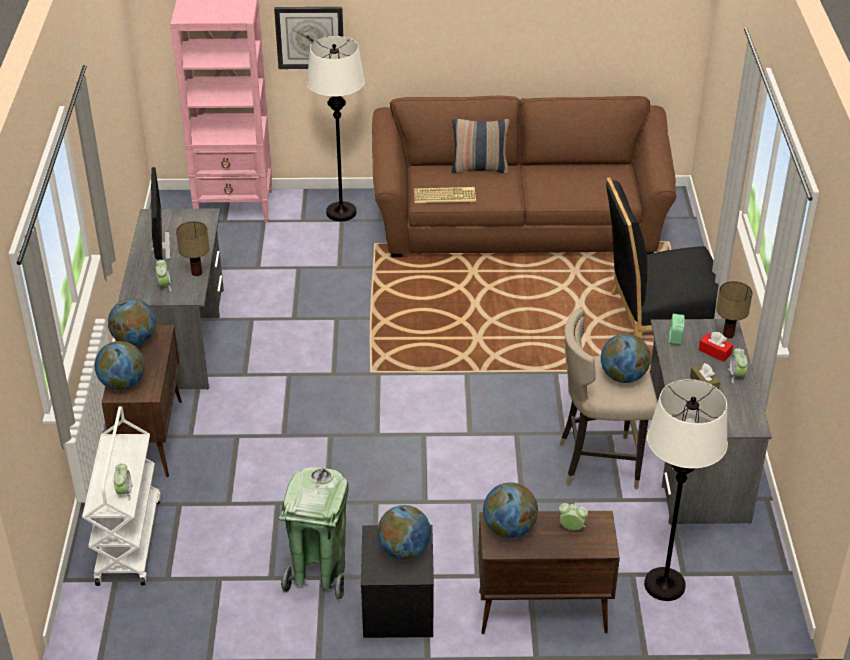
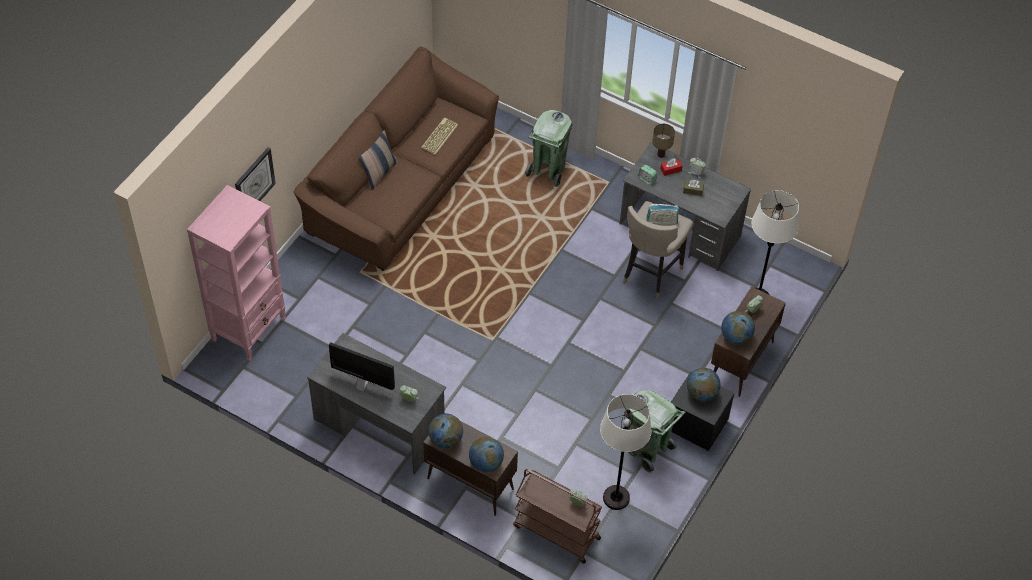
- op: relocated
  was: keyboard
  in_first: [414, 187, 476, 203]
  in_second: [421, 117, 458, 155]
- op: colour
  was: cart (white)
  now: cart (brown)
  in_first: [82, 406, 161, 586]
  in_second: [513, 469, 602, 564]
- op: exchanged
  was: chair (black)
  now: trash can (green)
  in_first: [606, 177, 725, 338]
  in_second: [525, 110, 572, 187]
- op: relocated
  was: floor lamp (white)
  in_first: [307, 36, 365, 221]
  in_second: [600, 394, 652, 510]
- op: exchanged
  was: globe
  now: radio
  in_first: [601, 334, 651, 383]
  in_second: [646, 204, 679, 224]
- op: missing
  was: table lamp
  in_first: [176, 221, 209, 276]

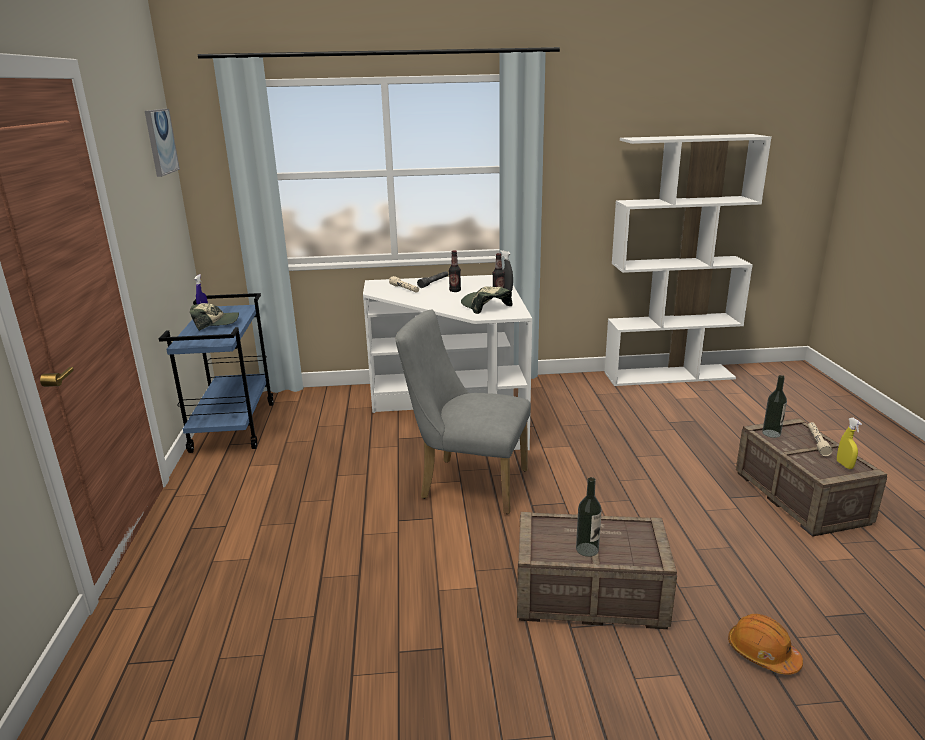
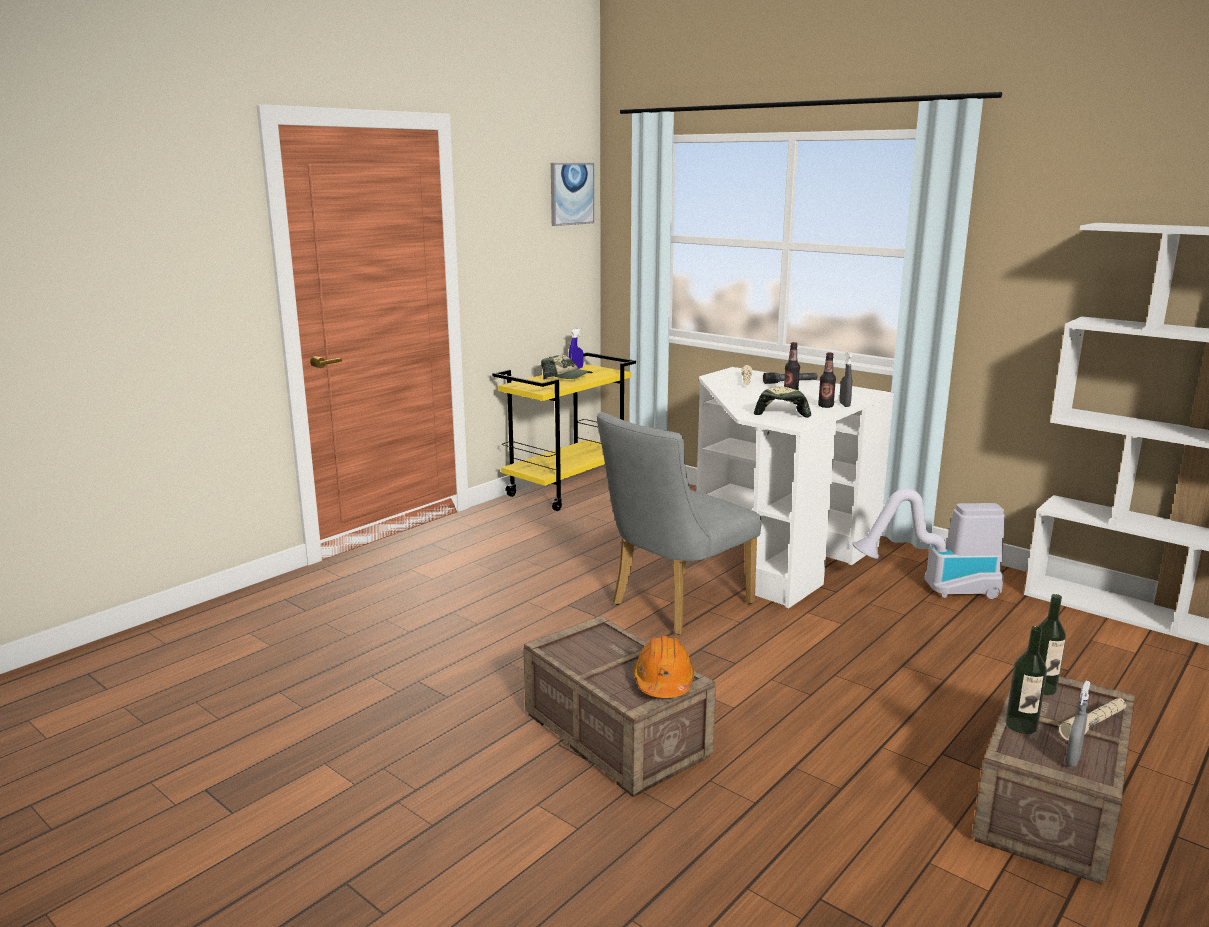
- op: colour
  was: cart (blue)
  now: cart (yellow)
  in_first: [159, 293, 274, 453]
  in_second: [492, 352, 636, 511]
- op: spun
  was: chair (grey)
  in_first: [396, 310, 531, 514]
  in_second: [597, 412, 762, 635]
  clockwise: -105
- op: relocated
  was: hard hat (orange)
  in_first: [728, 614, 803, 675]
  in_second: [634, 635, 695, 698]
- op: appeared
  now: vacuum cleaner
  in_second: [852, 488, 1005, 599]
- op: relocated
  was: bottle
  in_first: [576, 477, 602, 557]
  in_second: [1006, 626, 1047, 734]
- op: colour
  was: spray bottle (yellow)
  now: spray bottle (grey)
  in_first: [837, 418, 862, 469]
  in_second: [1065, 681, 1090, 767]

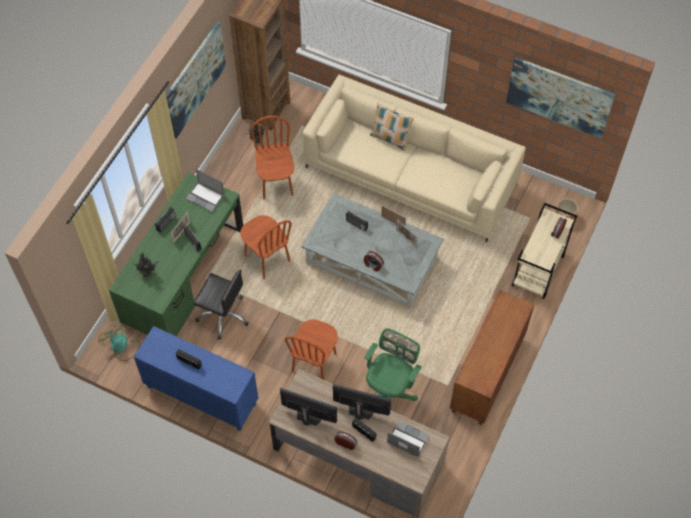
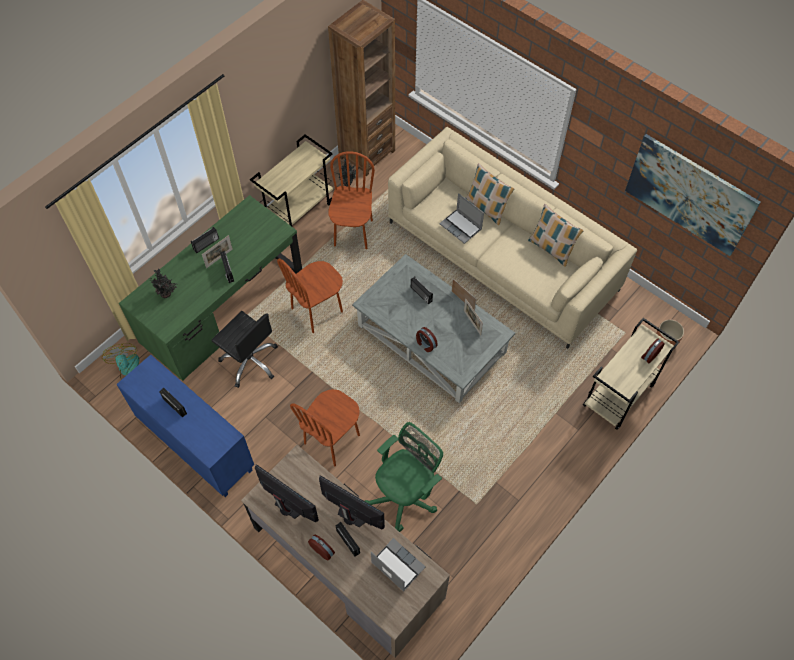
- op: appeared
  now: cart (beige)
  in_second: [250, 135, 333, 226]
- op: spun
  was: chair (brown)
  in_first: [240, 215, 292, 279]
  in_second: [277, 258, 343, 333]
  clockwise: 75
- op: relocated
  was: laptop
  in_first: [186, 169, 224, 212]
  in_second: [439, 193, 484, 244]
- op: appeared
  now: pillow
  in_second: [528, 204, 583, 267]
- op: missing
  was: picture
  in_first: [166, 21, 226, 139]
- op: missing
  was: cabinet (brown)
  in_first: [450, 290, 535, 425]

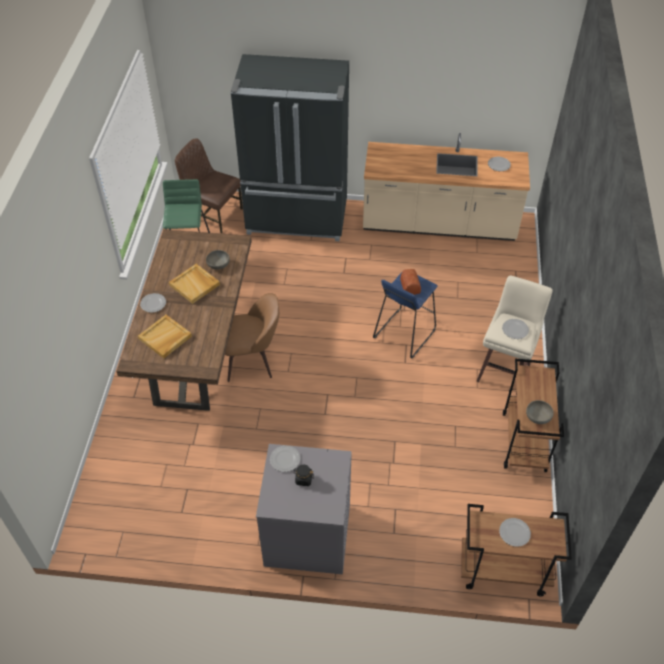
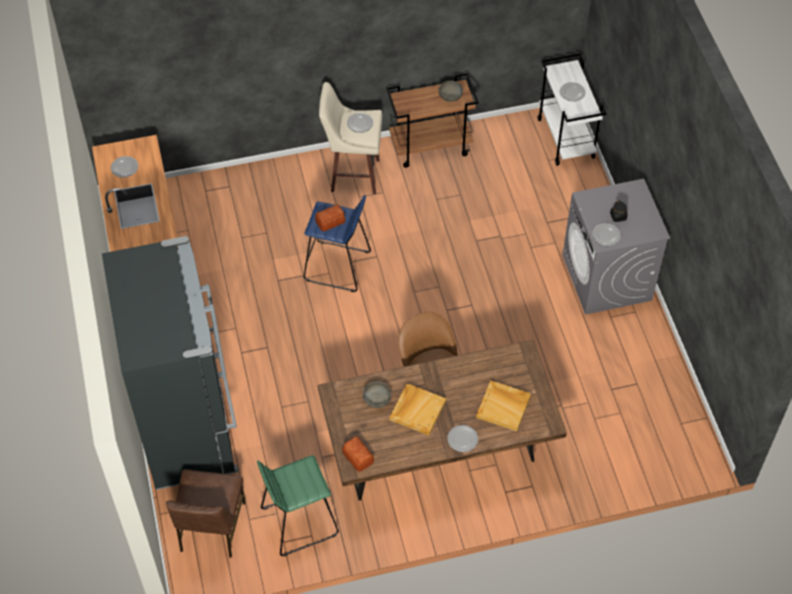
- op: appeared
  now: bread
  in_second: [342, 436, 374, 471]
- op: colour
  was: cart (brown)
  now: cart (white)
  in_first: [461, 504, 572, 596]
  in_second: [538, 53, 607, 166]

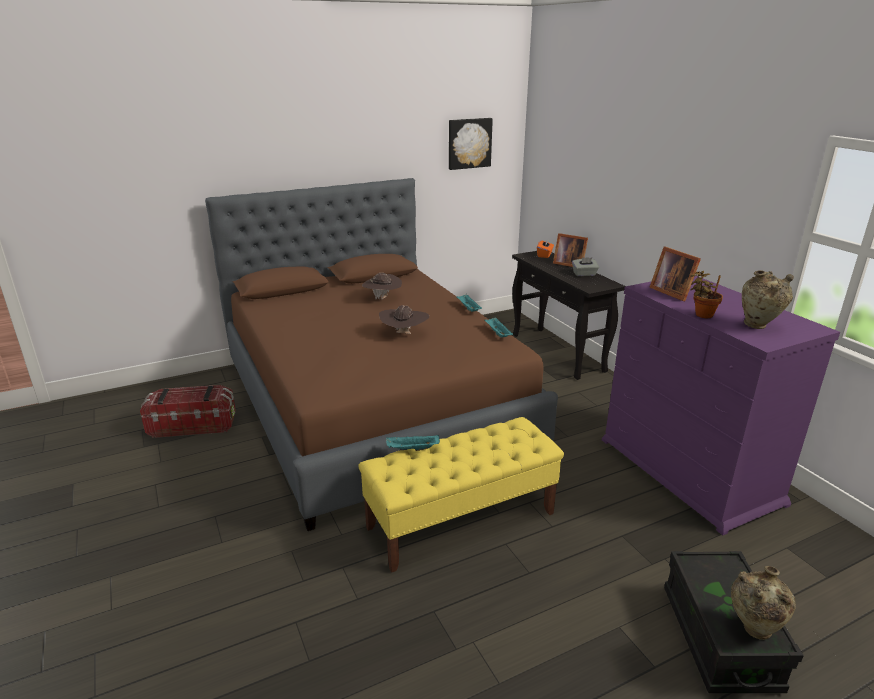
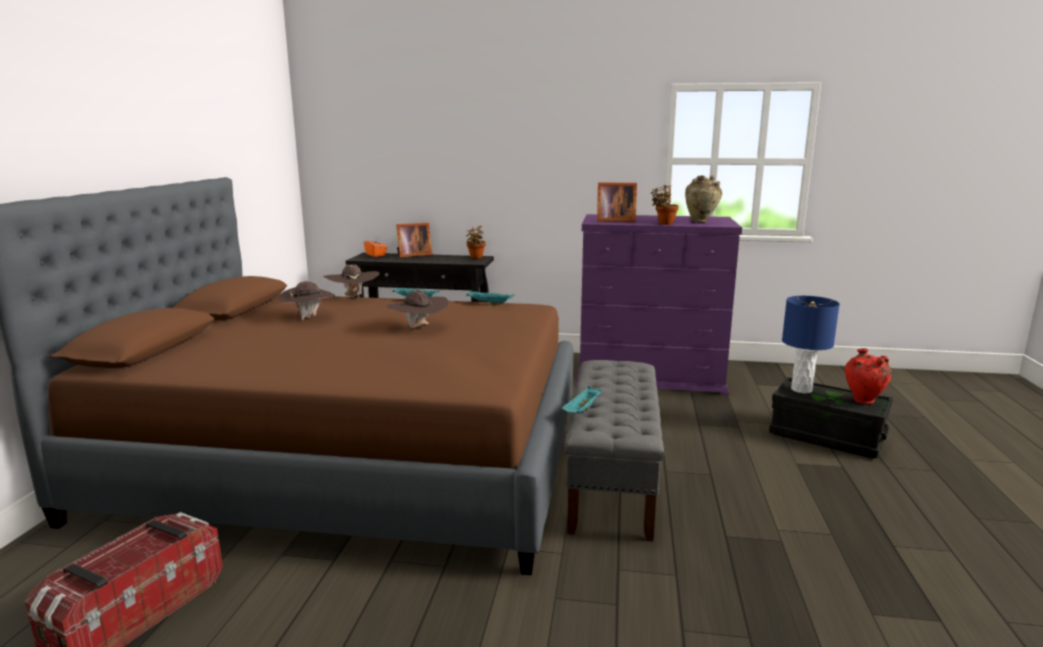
- op: appeared
  now: hat (brown)
  in_second: [323, 264, 379, 298]
- op: appeared
  now: potted plant
  in_second: [466, 226, 486, 259]
- op: colour
  was: bench (yellow)
  now: bench (grey)
  in_first: [358, 417, 564, 573]
  in_second: [565, 360, 664, 542]
- op: appeared
  now: table lamp (blue)
  in_second: [782, 296, 840, 394]
- op: colour
  was: vase (beige)
  now: vase (red)
  in_first: [731, 566, 796, 640]
  in_second: [845, 348, 892, 404]
- op: missing
  was: picture
  in_first: [449, 118, 493, 170]
- op: missing
  was: tissue box (grey)
  in_first: [572, 257, 599, 276]

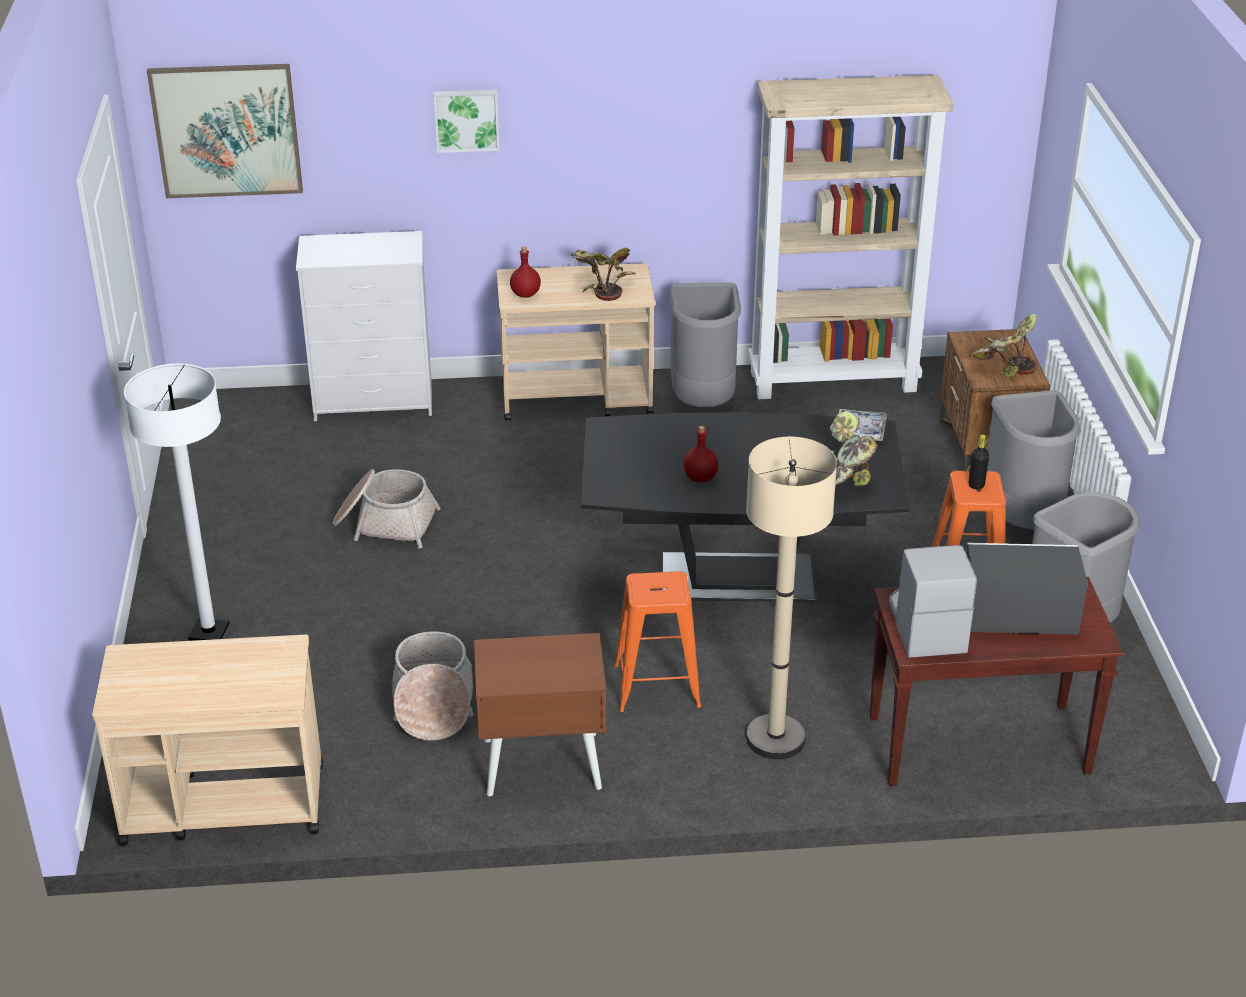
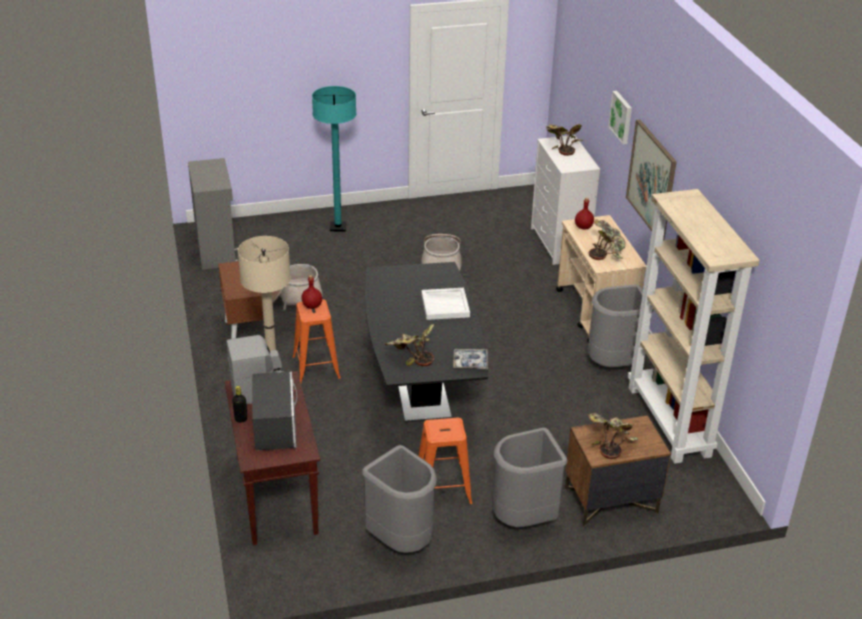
- op: exchanged
  was: cart (beige)
  now: cabinet (grey)
  in_first: [92, 635, 323, 846]
  in_second: [188, 158, 239, 270]
- op: relocated
  was: bottle (black)
  in_first: [969, 434, 989, 490]
  in_second: [232, 386, 247, 423]
- op: relocated
  was: bottle (red)
  in_first: [683, 426, 718, 482]
  in_second: [301, 275, 322, 309]
- op: colour
  was: floor lamp (white)
  now: floor lamp (turquoise)
  in_first: [124, 363, 230, 641]
  in_second: [312, 86, 356, 232]
- op: appeared
  now: tray (white)
  in_second: [421, 288, 470, 320]
- op: appeared
  now: potted plant
  in_second: [546, 124, 583, 156]
- op: relocated
  was: picture
  in_first: [147, 64, 303, 198]
  in_second: [626, 120, 677, 240]

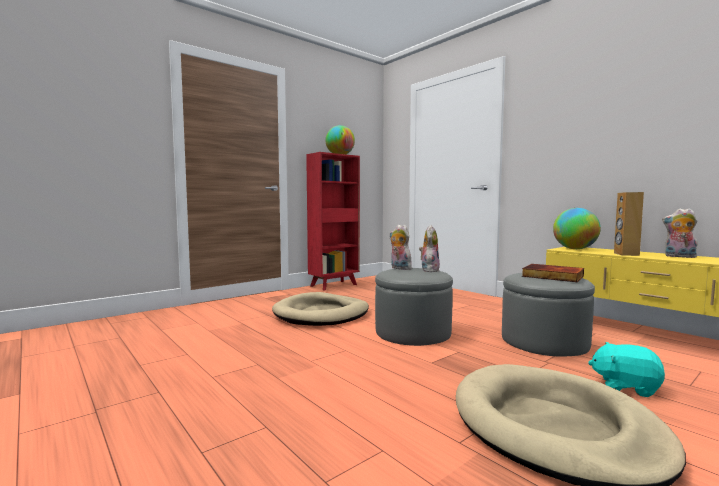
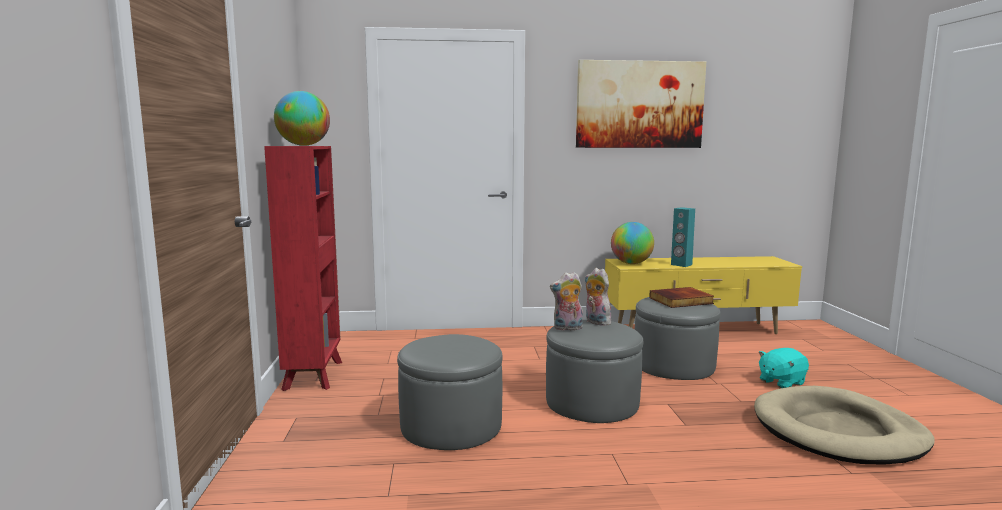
- op: exchanged
  was: dog bed (beige)
  now: ottoman (grey)
  in_first: [272, 292, 369, 326]
  in_second: [397, 334, 503, 450]
- op: appeared
  now: picture
  in_second: [576, 60, 706, 148]
- op: colour
  was: speaker (brown)
  now: speaker (turquoise)
  in_first: [614, 192, 644, 256]
  in_second: [671, 207, 695, 267]
- op: missing
  was: plush toy
  in_first: [662, 208, 698, 258]

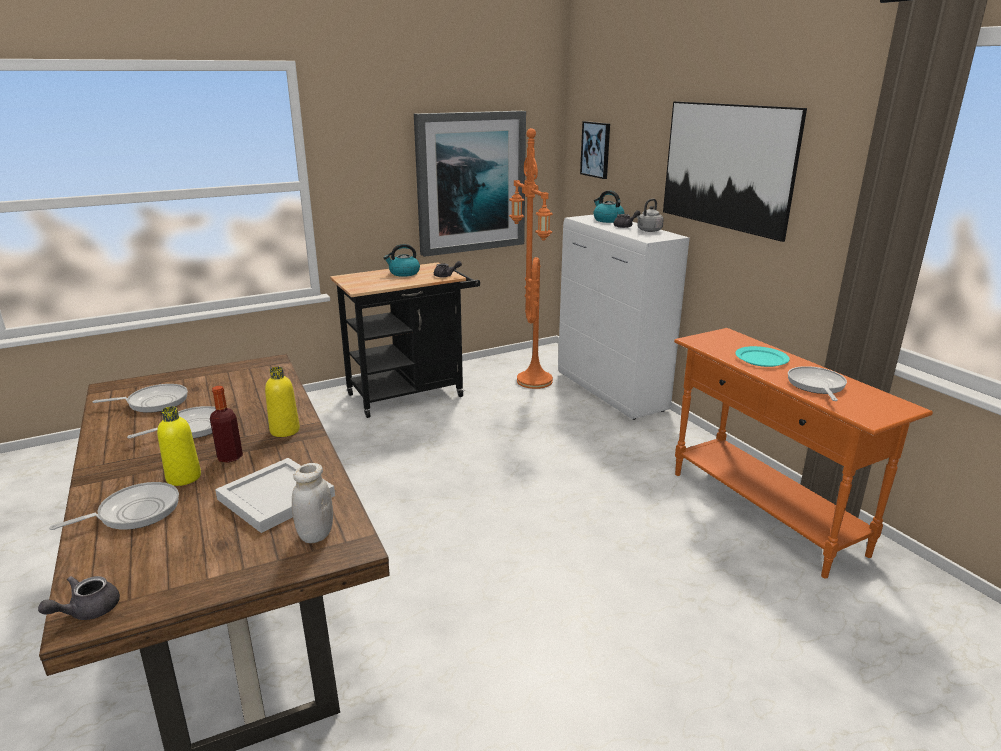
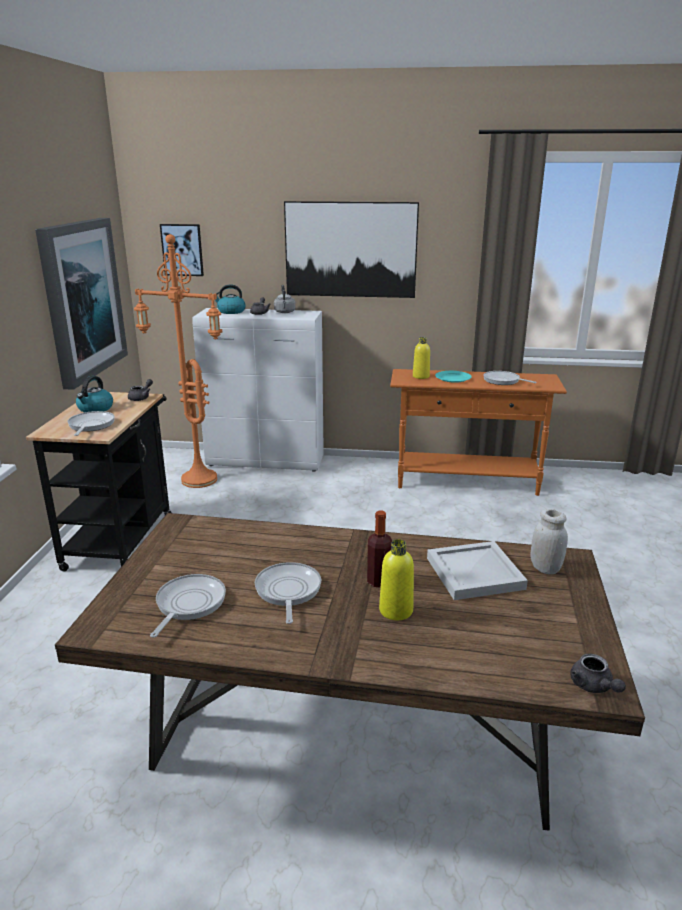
- op: relocated
  was: frying pan
  in_first: [49, 482, 179, 530]
  in_second: [67, 411, 115, 436]
- op: relocated
  was: bottle (yellow)
  in_first: [265, 367, 300, 437]
  in_second: [413, 337, 430, 379]

